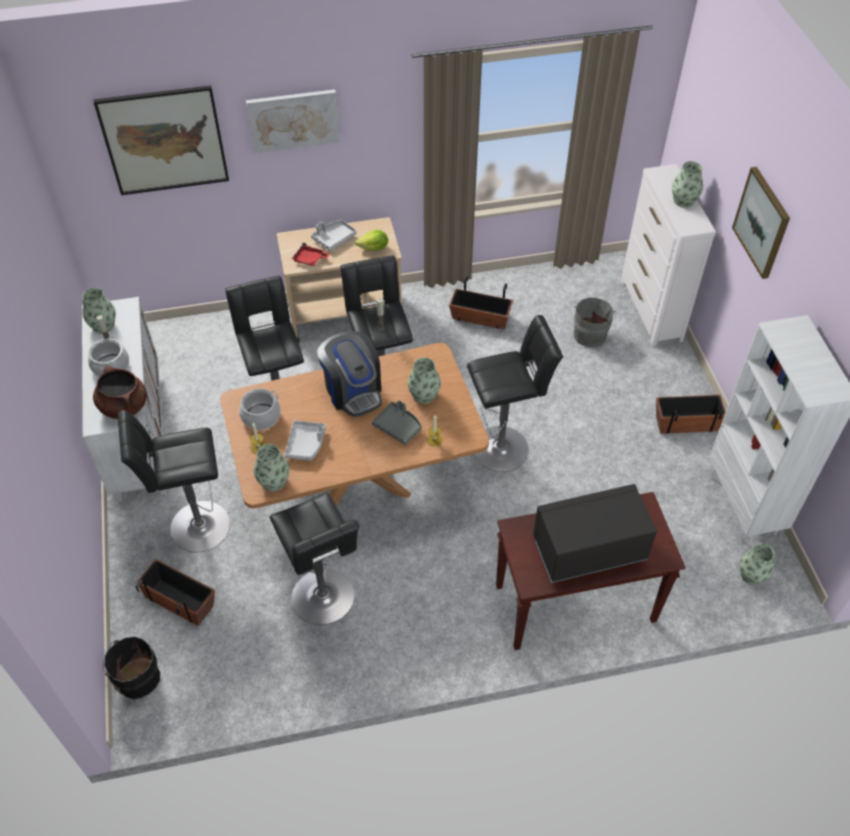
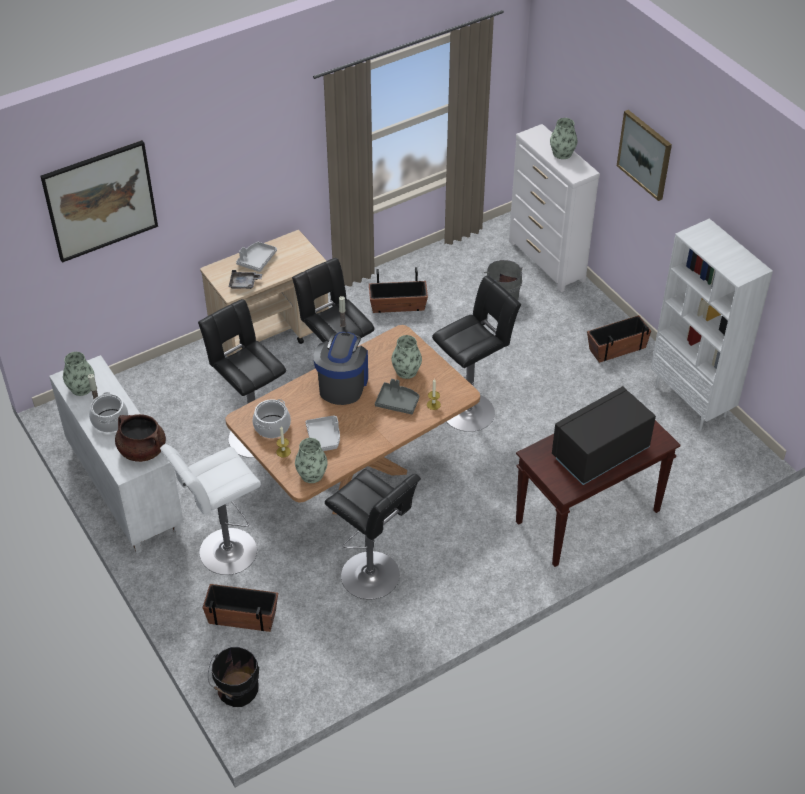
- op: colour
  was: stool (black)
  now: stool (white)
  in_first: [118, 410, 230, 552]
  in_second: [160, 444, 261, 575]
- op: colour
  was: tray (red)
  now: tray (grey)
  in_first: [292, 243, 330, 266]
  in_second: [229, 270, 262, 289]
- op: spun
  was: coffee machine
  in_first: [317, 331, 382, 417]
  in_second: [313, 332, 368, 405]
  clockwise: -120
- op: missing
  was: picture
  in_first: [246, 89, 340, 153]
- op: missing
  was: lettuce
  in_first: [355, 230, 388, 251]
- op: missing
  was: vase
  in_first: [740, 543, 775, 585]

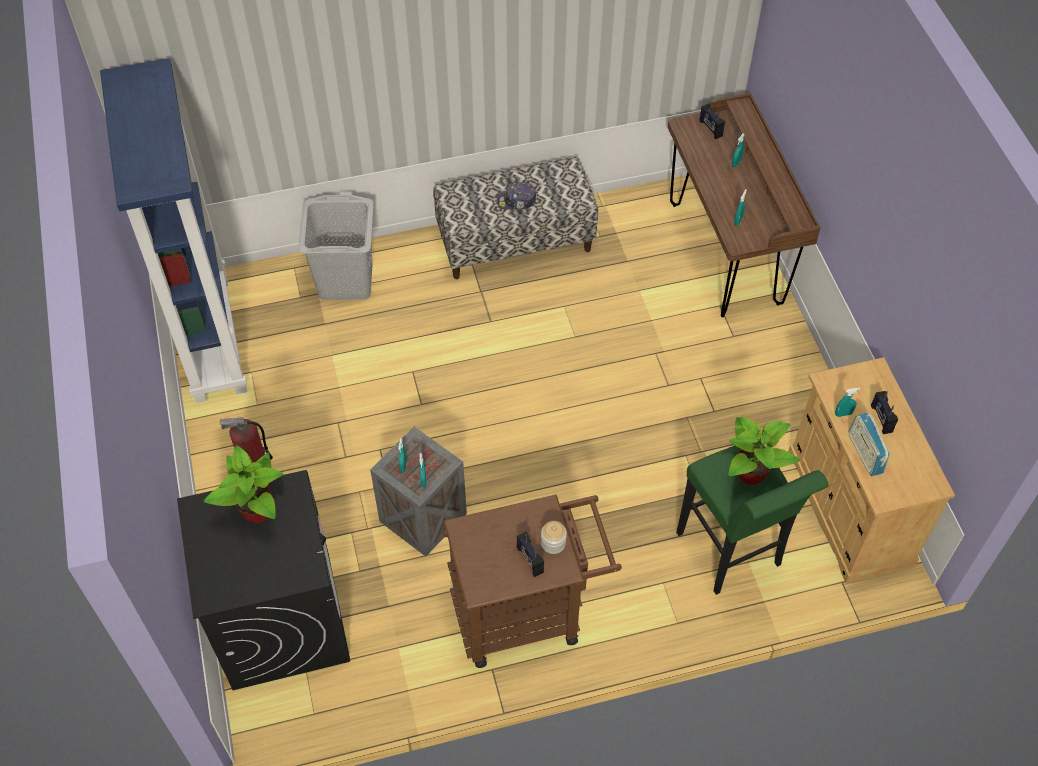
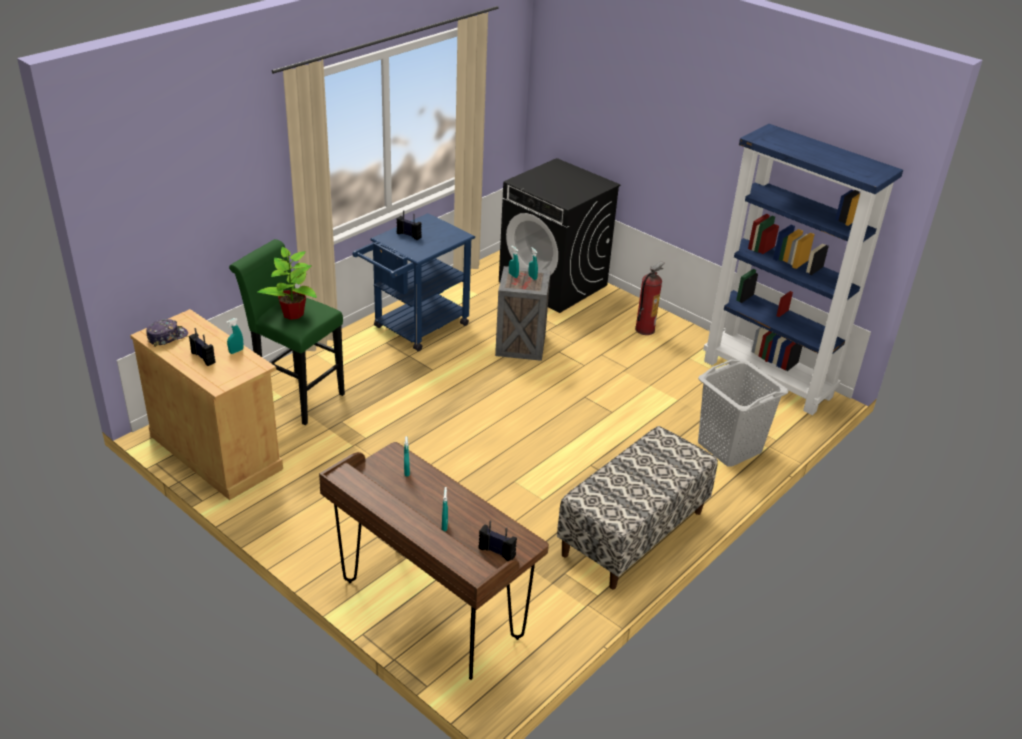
- op: relocated
  was: cap
  in_first: [497, 182, 537, 210]
  in_second: [147, 319, 188, 347]
- op: colour
  was: cart (brown)
  now: cart (blue)
  in_first: [443, 495, 622, 668]
  in_second: [352, 213, 475, 351]
- op: missing
  was: potted plant
  in_first: [204, 445, 283, 524]
- op: missing
  was: jar
  in_first: [541, 521, 567, 554]
- op: missing
  was: radio
  in_first: [848, 413, 890, 476]

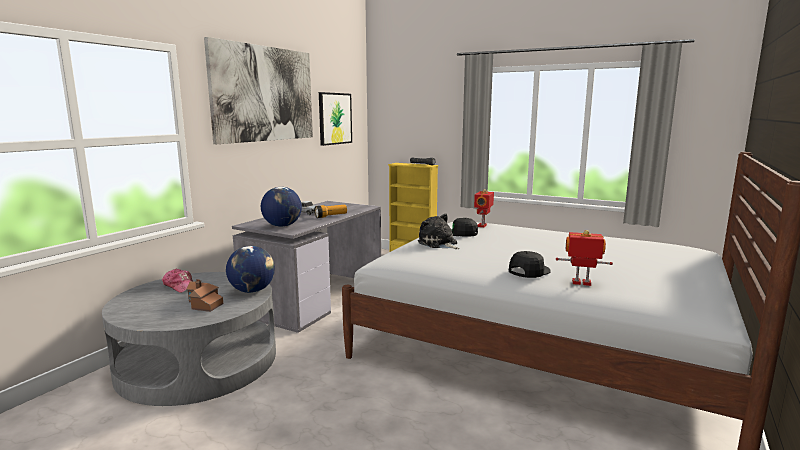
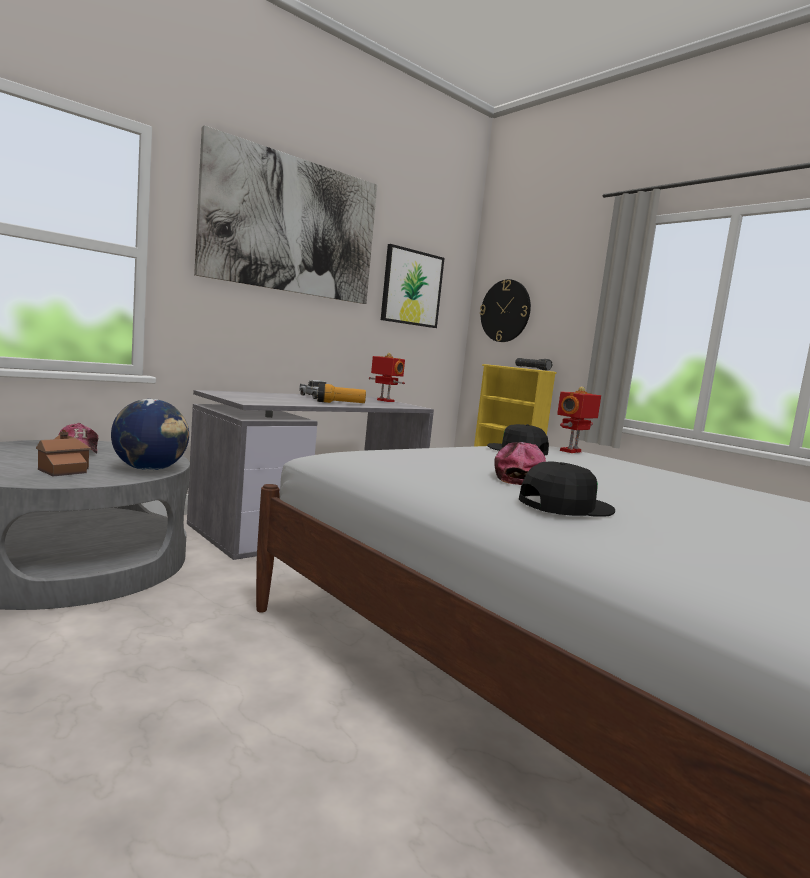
- op: relocated
  was: toy robot
  in_first: [556, 230, 613, 286]
  in_second: [369, 353, 405, 402]
- op: appeared
  now: wall clock
  in_second: [480, 279, 531, 342]
- op: appeared
  now: cap
  in_second: [494, 442, 546, 485]
- op: missing
  was: globe
  in_first: [261, 187, 302, 227]
- op: missing
  was: plush toy
  in_first: [418, 214, 460, 249]

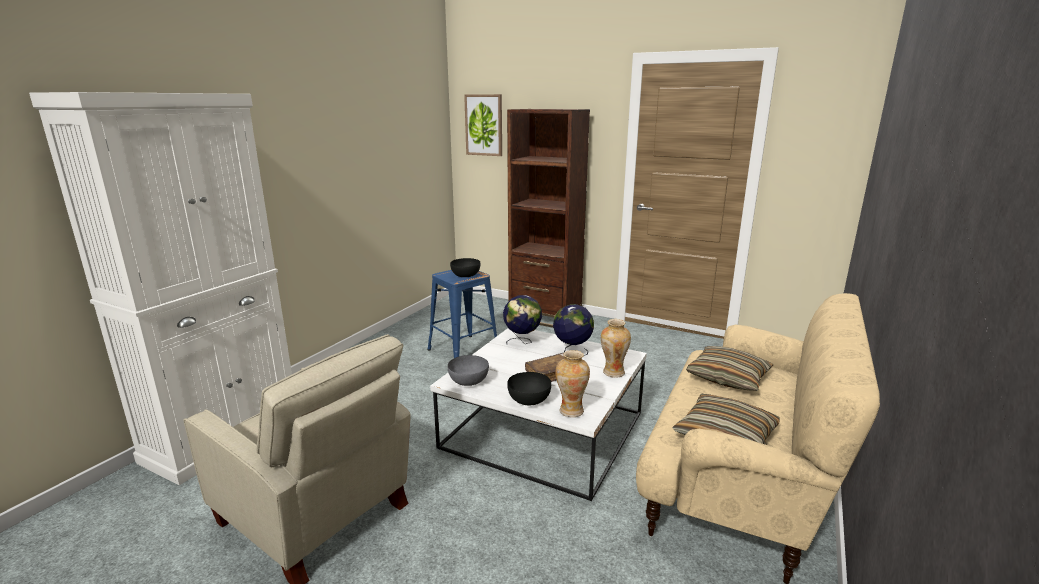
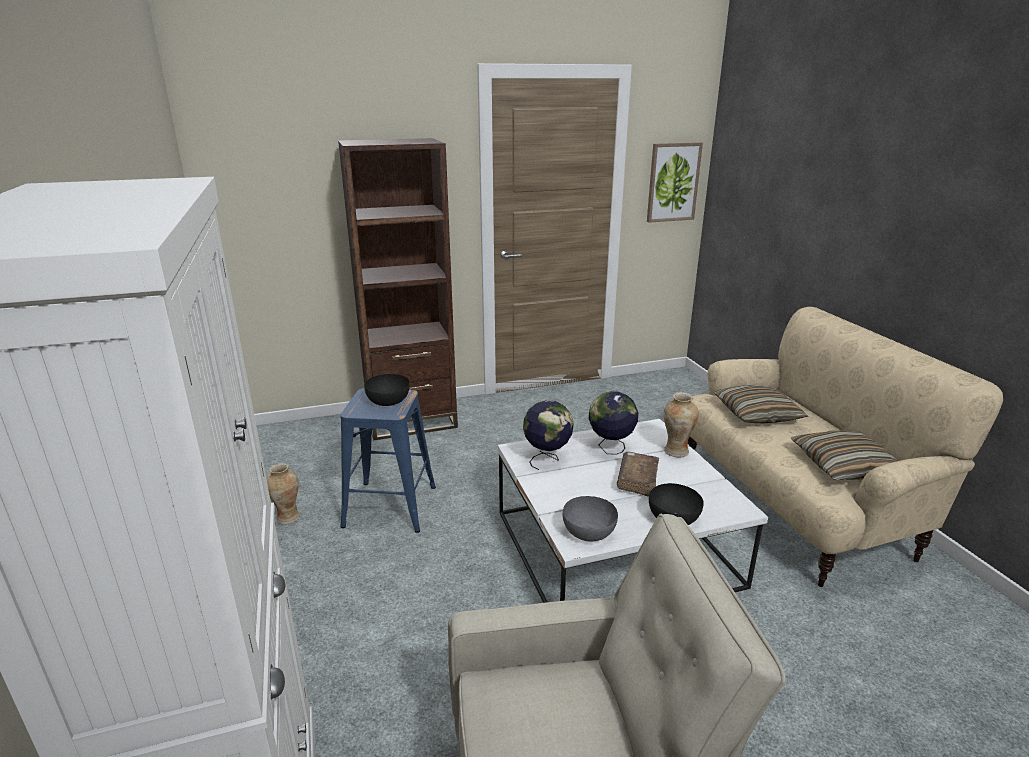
- op: relocated
  was: vase
  in_first: [556, 350, 590, 417]
  in_second: [266, 463, 300, 524]
- op: relocated
  was: picture
  in_first: [464, 94, 502, 156]
  in_second: [647, 142, 703, 223]

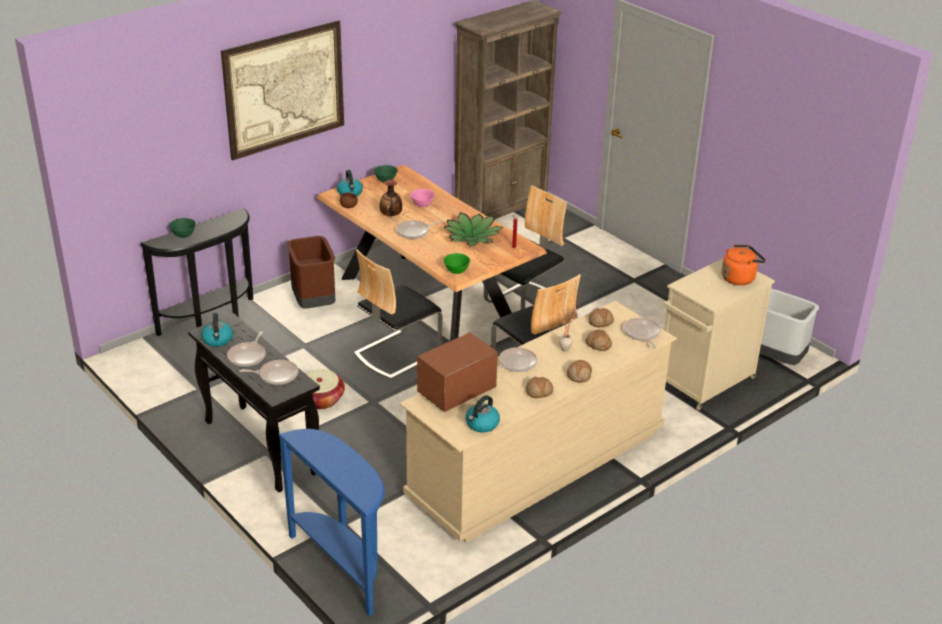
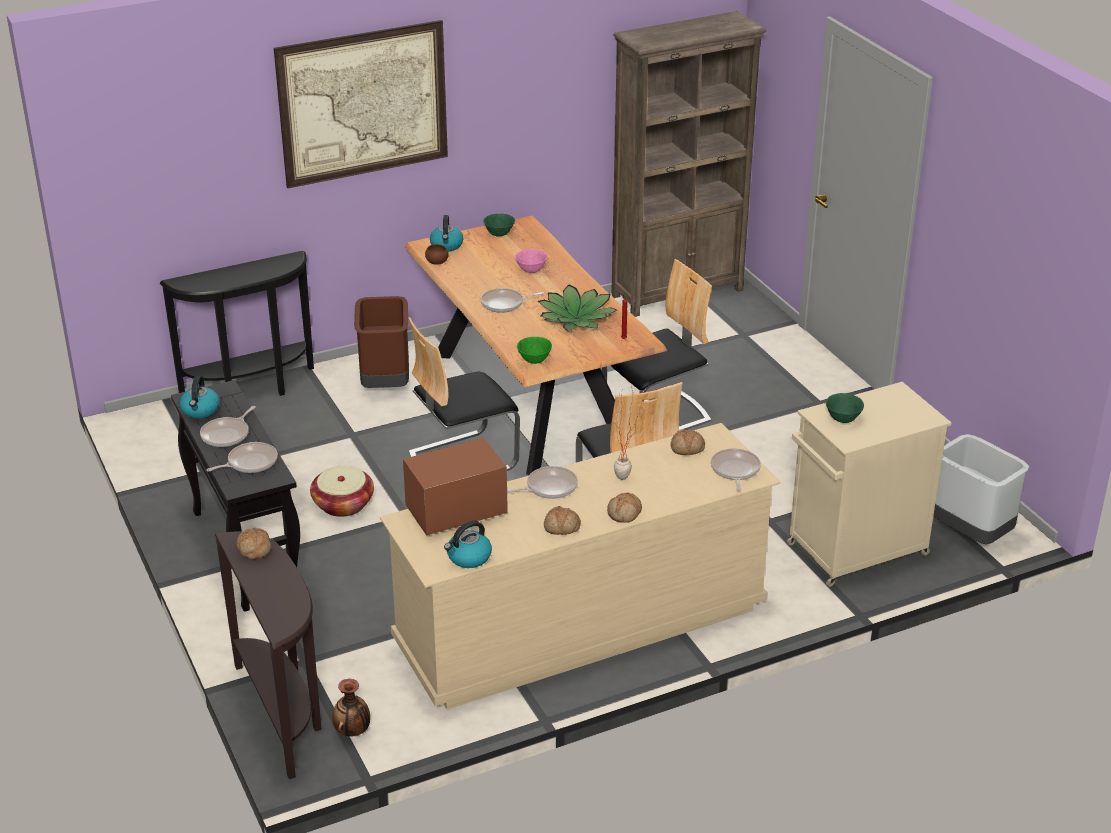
- op: spun
  was: frying pan
  in_first: [239, 360, 298, 385]
  in_second: [207, 442, 278, 473]
  clockwise: -45
- op: colour
  was: console table (blue)
  now: console table (brown)
  in_first: [278, 429, 385, 616]
  in_second: [215, 531, 321, 779]
- op: relocated
  was: bread
  in_first: [585, 330, 612, 351]
  in_second: [236, 528, 271, 559]
- op: relocated
  was: vase
  in_first: [380, 180, 402, 216]
  in_second: [332, 679, 370, 736]
- op: relocated
  was: bowl (green)
  in_first: [169, 218, 196, 238]
  in_second: [826, 393, 864, 423]
- op: missing
  was: kettle (orange)
  in_first: [722, 245, 766, 285]

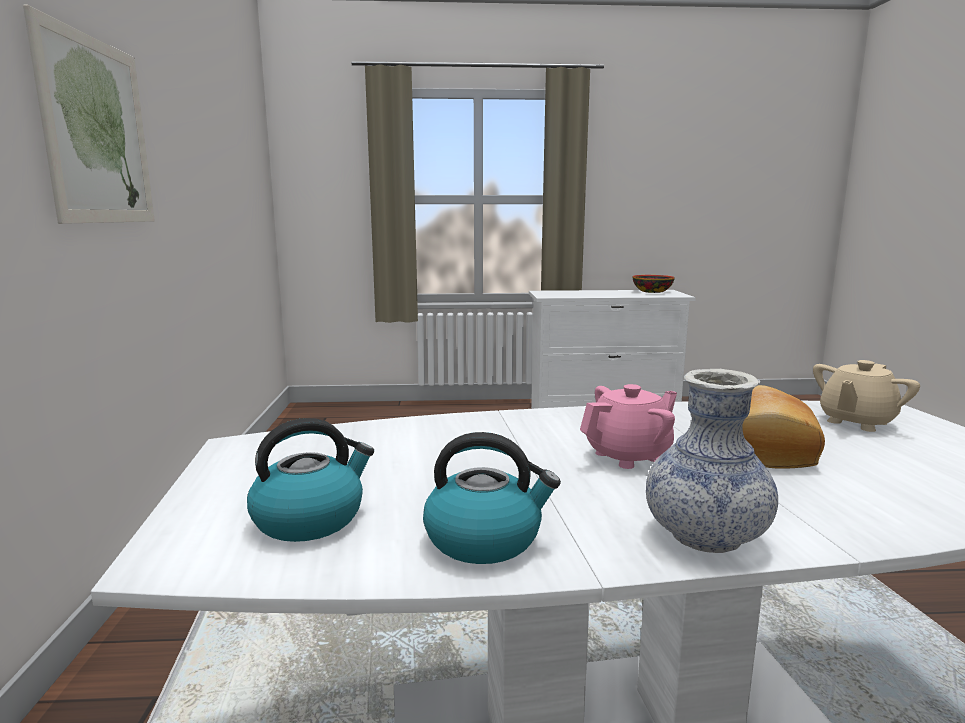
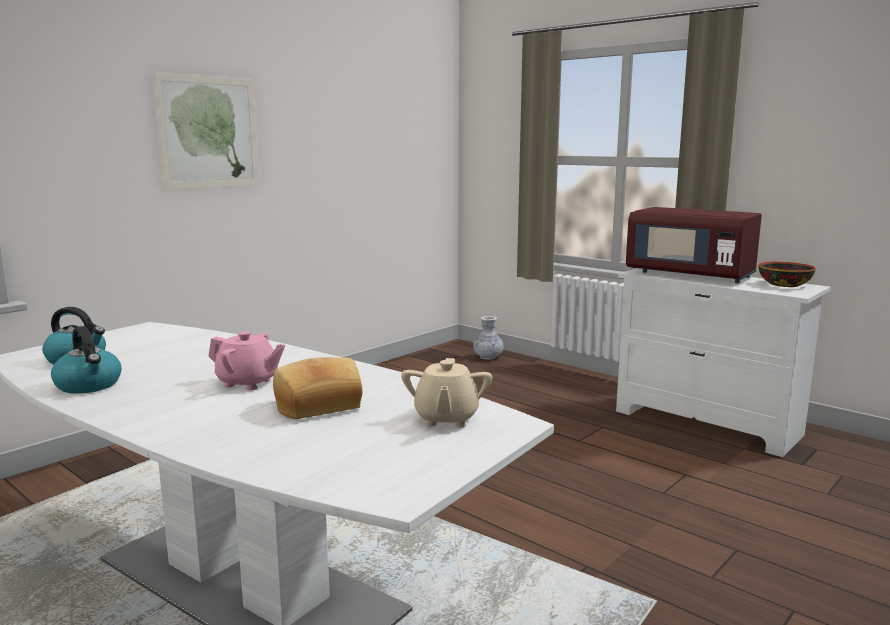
- op: spun
  was: teapot (beige)
  in_first: [813, 360, 920, 432]
  in_second: [401, 358, 492, 427]
  clockwise: -90
- op: relocated
  was: vase
  in_first: [646, 369, 778, 553]
  in_second: [473, 316, 504, 360]
- op: appeared
  now: microwave (red)
  in_second: [626, 207, 762, 283]

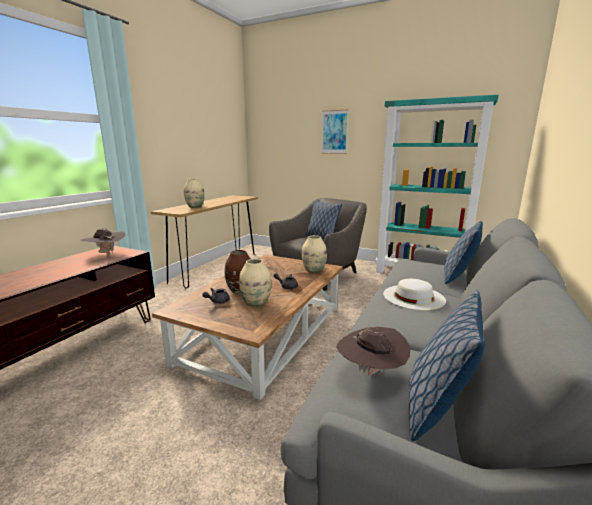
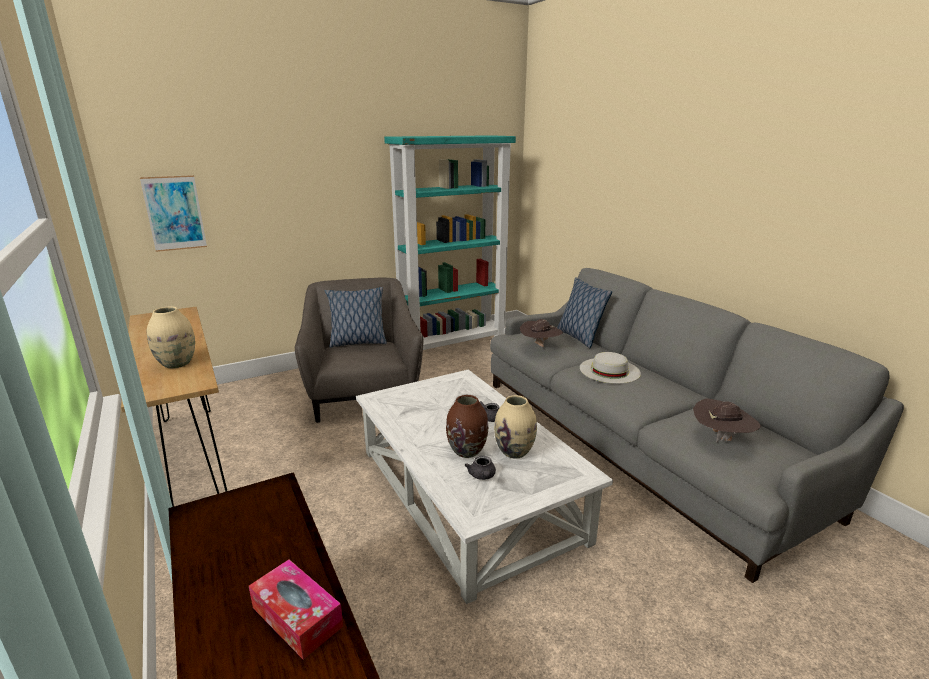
- op: relocated
  was: picture
  in_first: [321, 109, 349, 154]
  in_second: [140, 175, 207, 252]
- op: appeared
  now: tissue box
  in_second: [249, 559, 343, 660]
- op: colour
  was: coffee table (brown)
  now: coffee table (white)
  in_first: [152, 255, 343, 401]
  in_second: [356, 369, 613, 604]
- op: relocated
  was: hat (brown)
  in_first: [81, 228, 126, 253]
  in_second: [520, 319, 564, 347]
- op: missing
  was: vase (beige)
  in_first: [302, 235, 327, 273]
- op: missing
  was: pillow
  in_first: [409, 290, 485, 441]

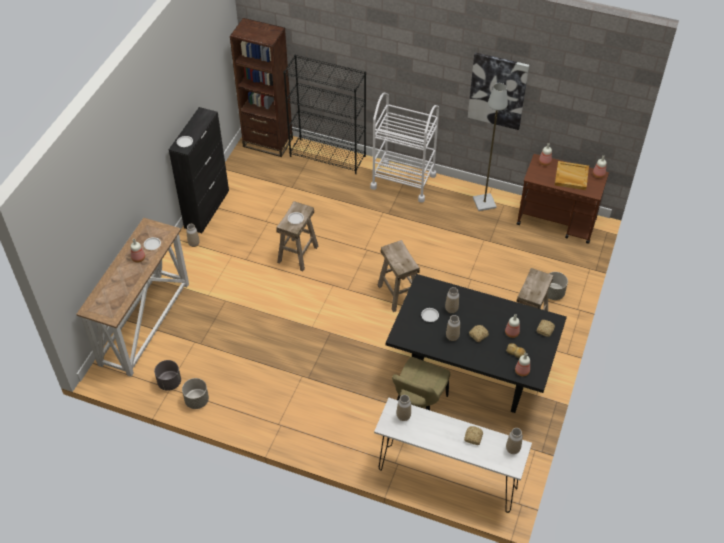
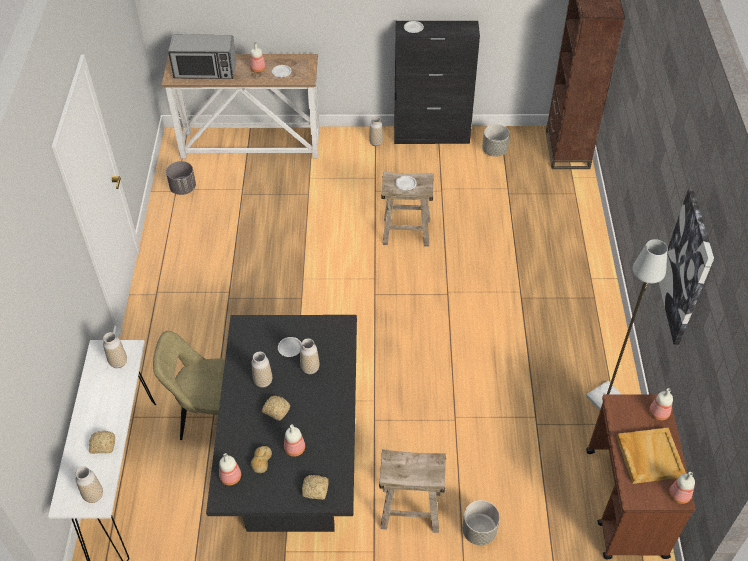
- op: appeared
  now: microwave
  in_second: [168, 35, 237, 79]
- op: relocated
  was: planter (grey)
  in_first: [182, 378, 209, 409]
  in_second: [482, 124, 510, 156]
- op: missing
  was: bookcase (black)
  in_first: [283, 55, 366, 174]
- op: missing
  was: cart (white)
  in_first: [370, 93, 439, 203]
- op: missing
  was: stool (beige)
  in_first: [377, 240, 420, 312]

